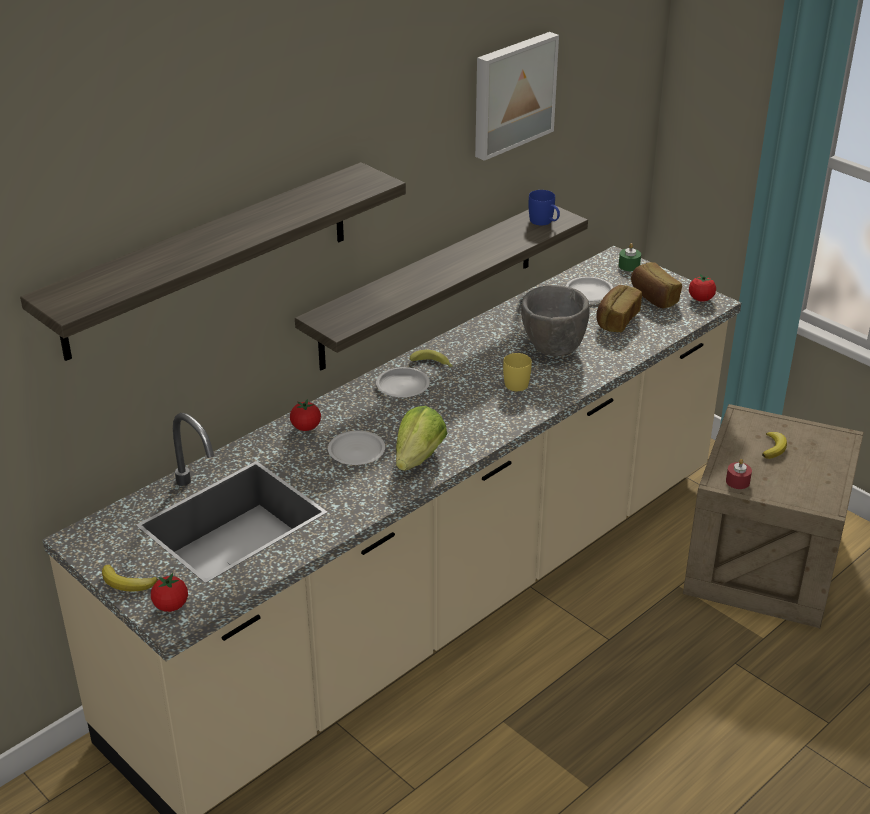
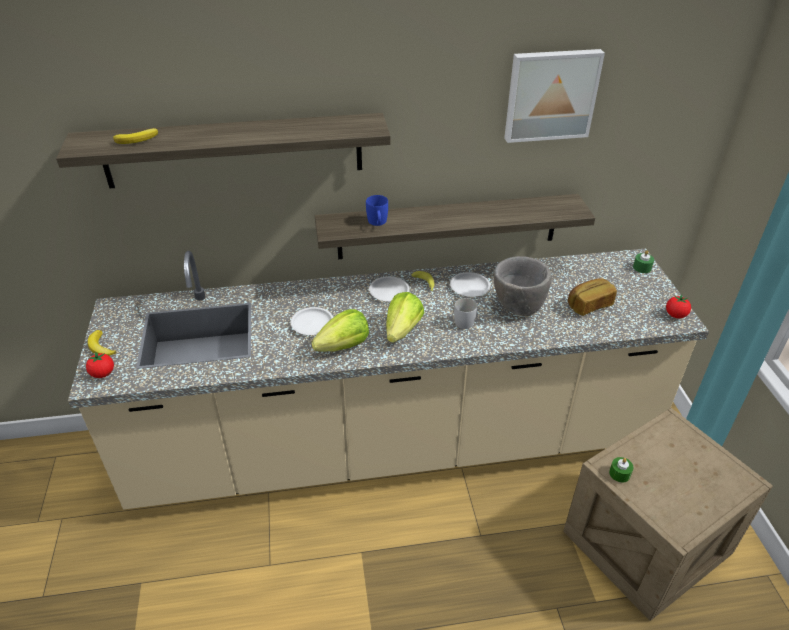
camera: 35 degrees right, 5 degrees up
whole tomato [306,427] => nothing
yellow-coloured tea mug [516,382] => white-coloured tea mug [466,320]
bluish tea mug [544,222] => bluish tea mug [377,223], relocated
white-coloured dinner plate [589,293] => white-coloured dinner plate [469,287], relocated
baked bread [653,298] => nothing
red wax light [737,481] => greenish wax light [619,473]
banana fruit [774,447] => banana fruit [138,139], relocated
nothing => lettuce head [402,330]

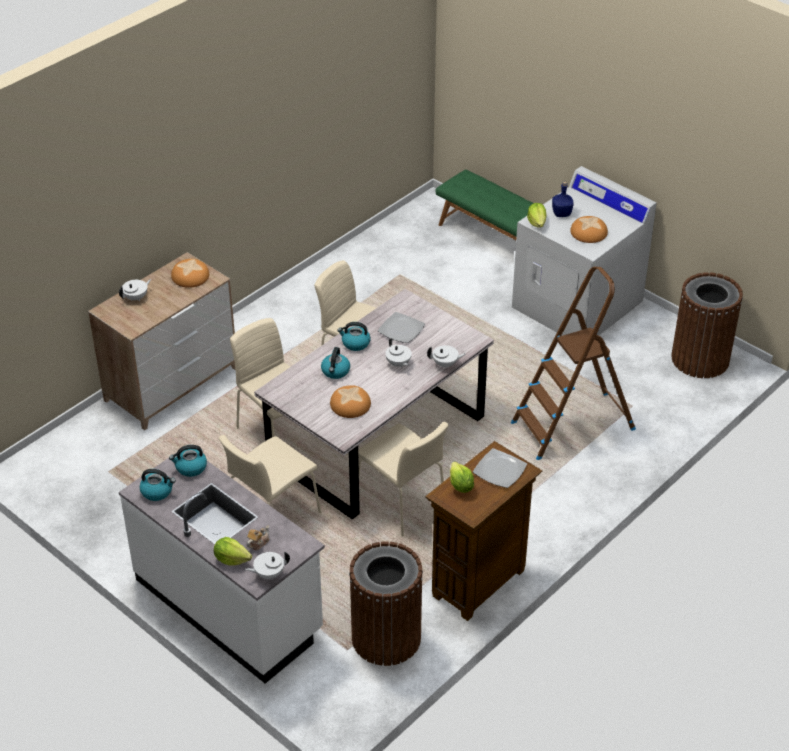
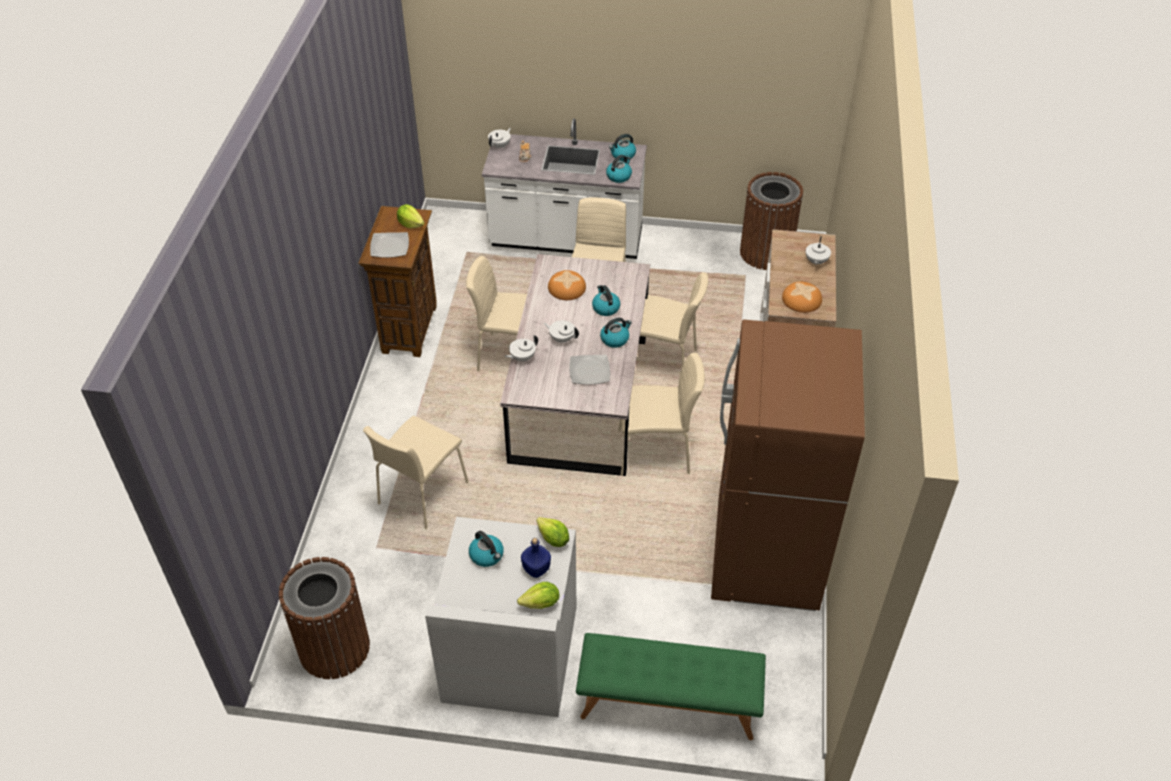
camera: 145 degrees right, 5 degrees up
lettuce head [231,559] => lettuce head [541,604], relocated
brownish rubbish bin [386,637] => brownish rubbish bin [766,253], relocated
brownish stepladder [572,426] => sand-coloured plain chair [421,495]
baked bread [588,233] => water kettle [487,555]
nothing => brownish refrigerator [766,556]

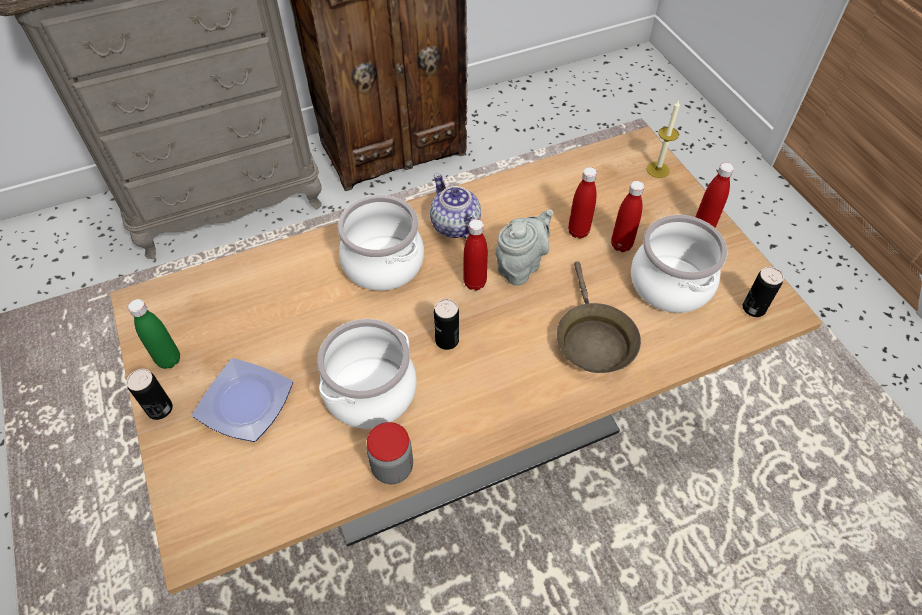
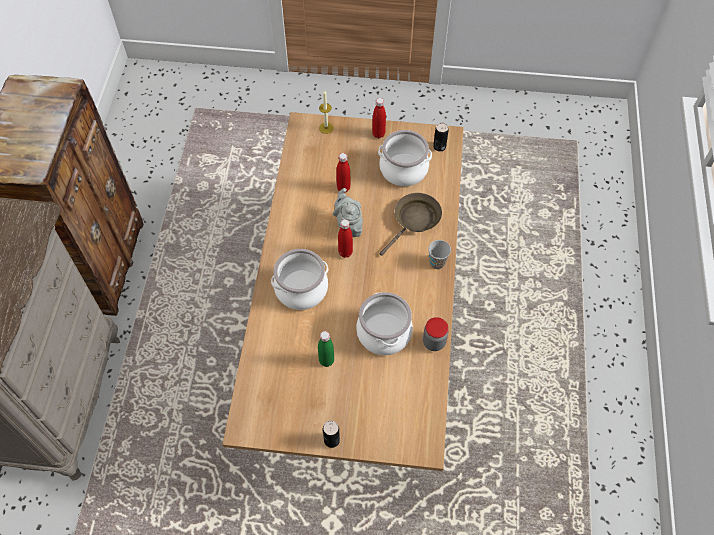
camera: 60 degrees left, 5 degrees up
greenish bottle [169,360] => greenish bottle [326,360], relocated
dinner plate [247,402] => nothing
tea pot [455,226] => nothing
metal can [447,340] => nothing
brownish frying pan [593,339] => brownish frying pan [415,221], 75 degrees counterclockwise
red bottle [621,245] => nothing
nothing => cup [437,263]

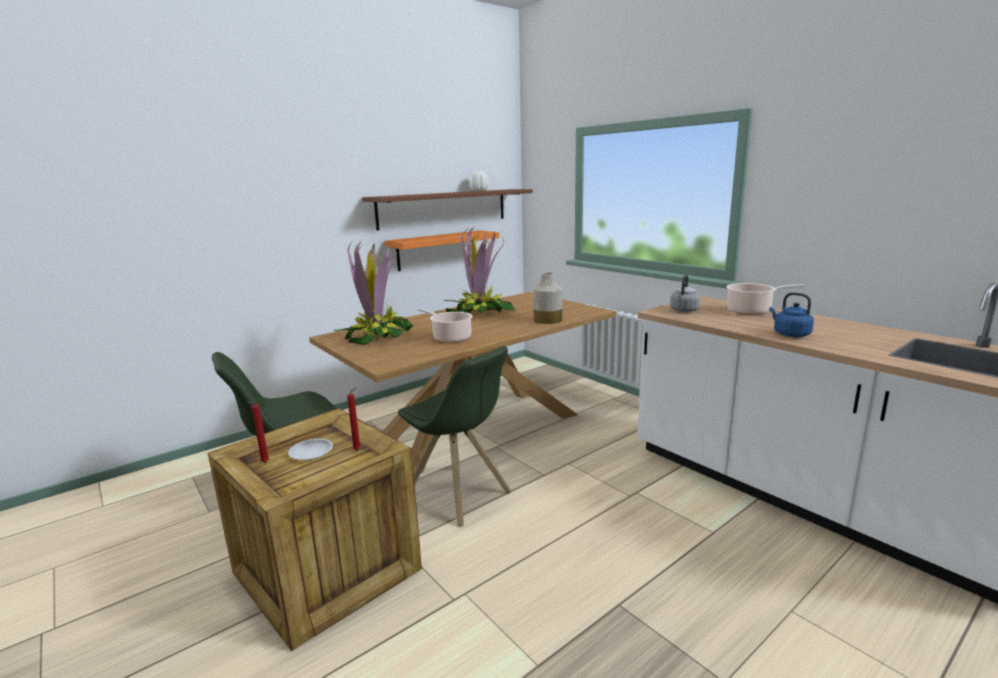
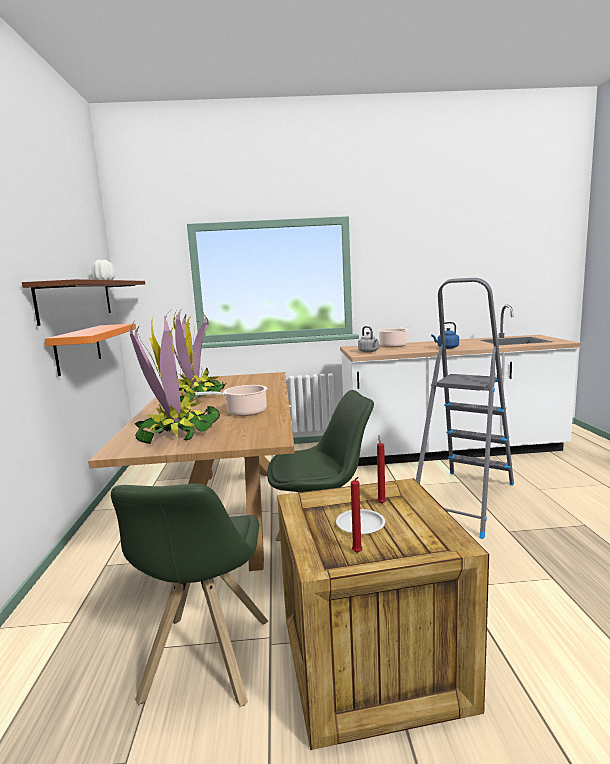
camera: 55 degrees left, 5 degrees down
sand-coloured flower vase [548,319] => nothing
nothing => gray stepladder [465,500]

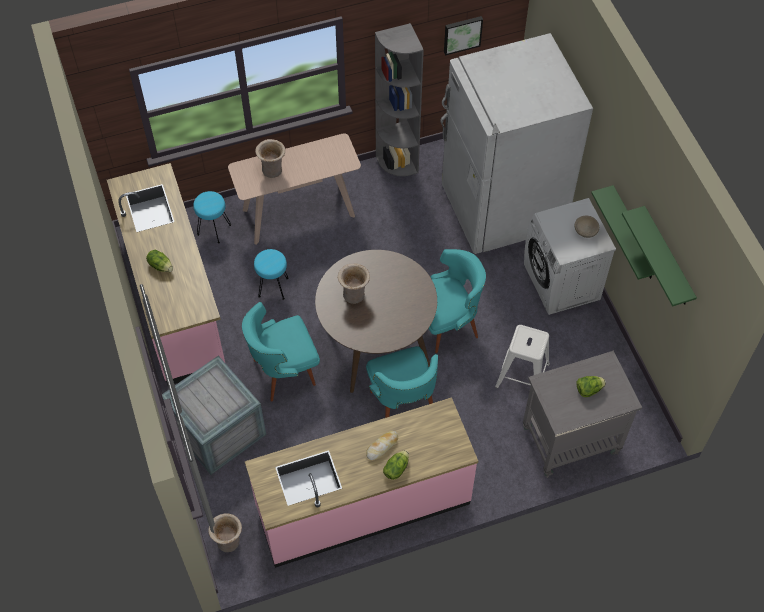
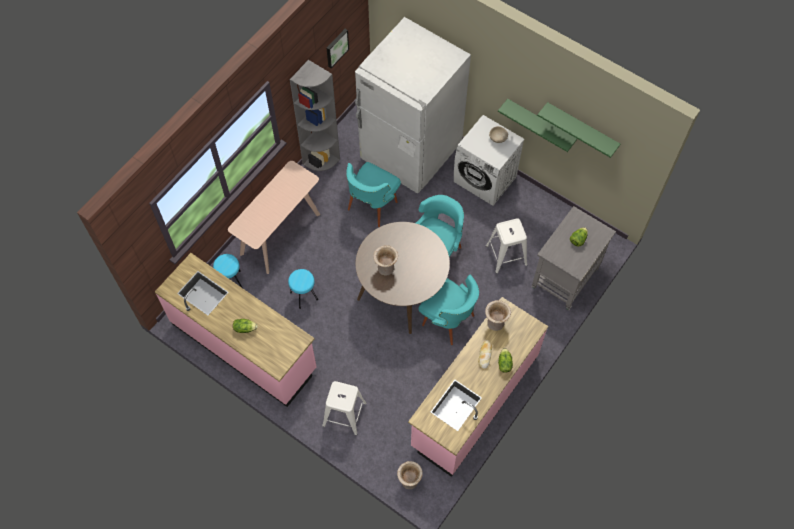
camera: 35 degrees left, 5 degrees up
crate [217,430] => white-coloured stool [344,414]
turquoise-coloured plain chair [285,372] => turquoise-coloured plain chair [373,205], relocated
sand-coloured flower vase [272,170] => sand-coloured flower vase [495,322], relocated

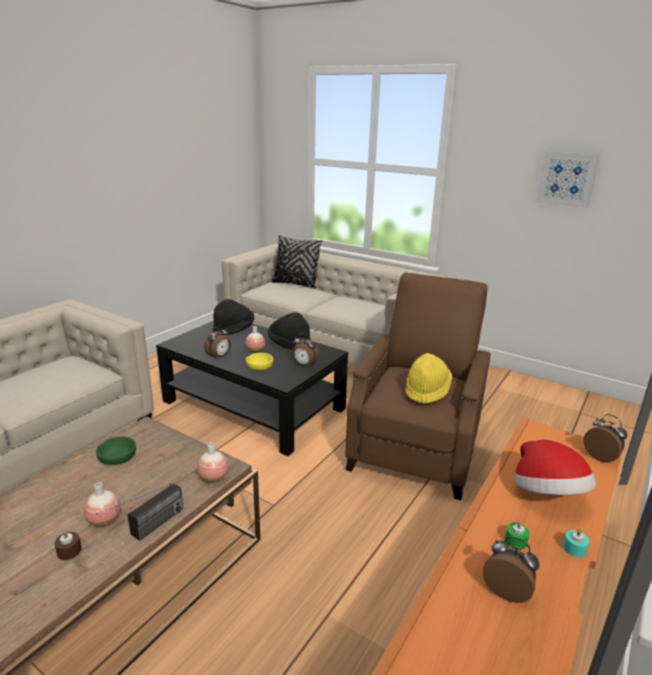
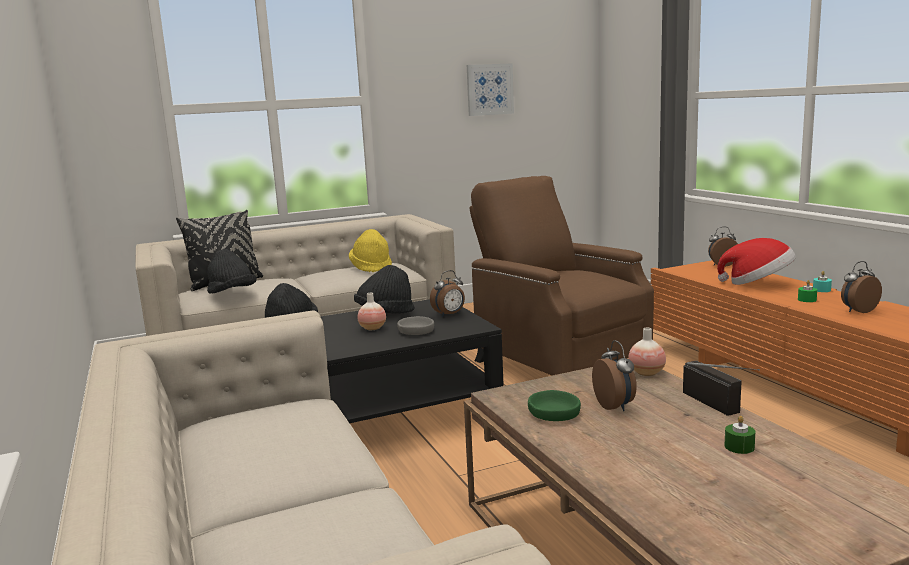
camera: 55 degrees left, 10 degrees down
brownish wax light [69,551] => greenish wax light [739,447]
flower vase [104,519] => nothing
table clock [219,357] => table clock [615,406], relocated
yellow-coloured serving bowl [259,365] => gray serving bowl [416,331]
yellow-coloured clothing hat [427,391] => yellow-coloured clothing hat [371,268], relocated
nothing => blackish clothing hat [232,293]

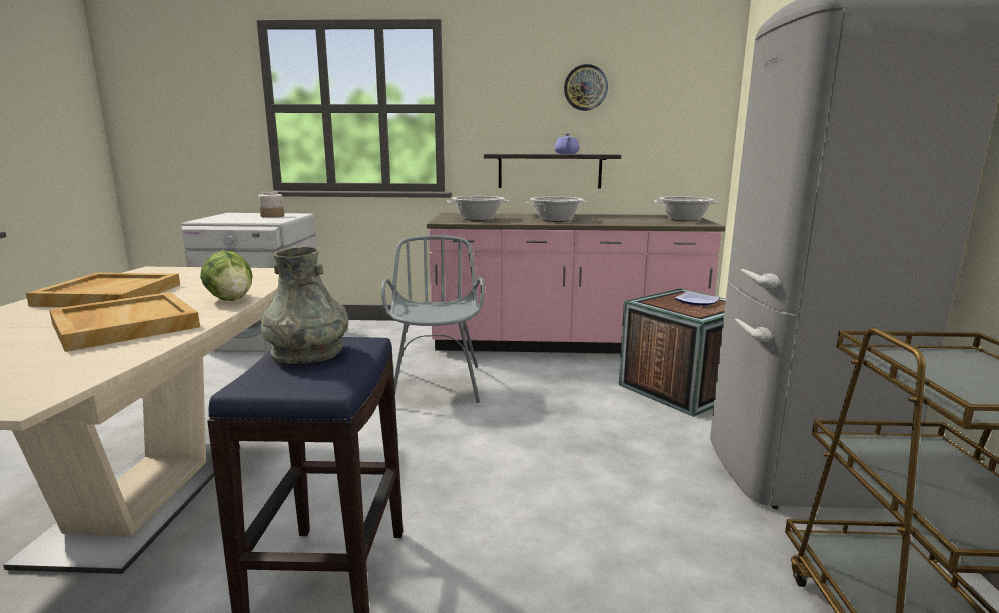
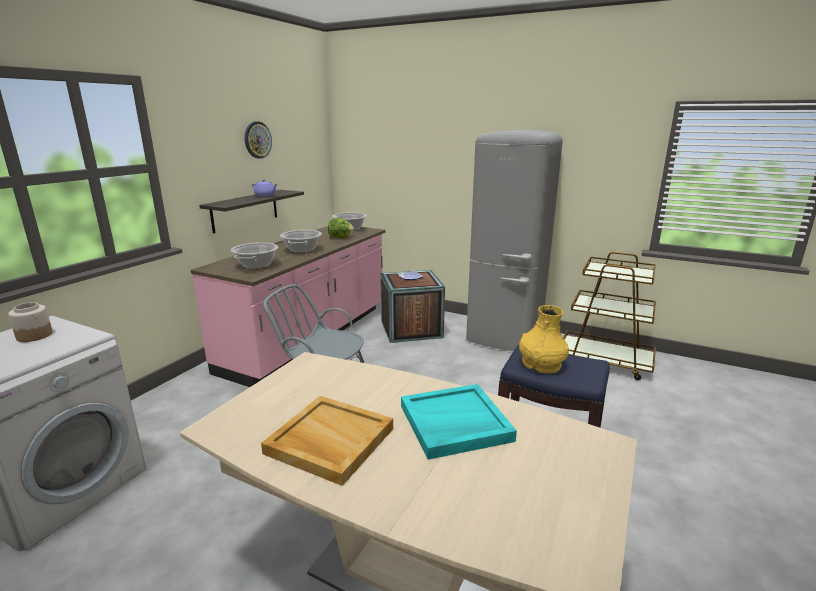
camera: 65 degrees left, 5 degrees up
sand-coloured tray [124,325] => turquoise-coloured tray [454,423]
lettuce head [231,299] => lettuce head [340,238], relocated
gray flower vase [307,352] => yellow-coloured flower vase [541,364]

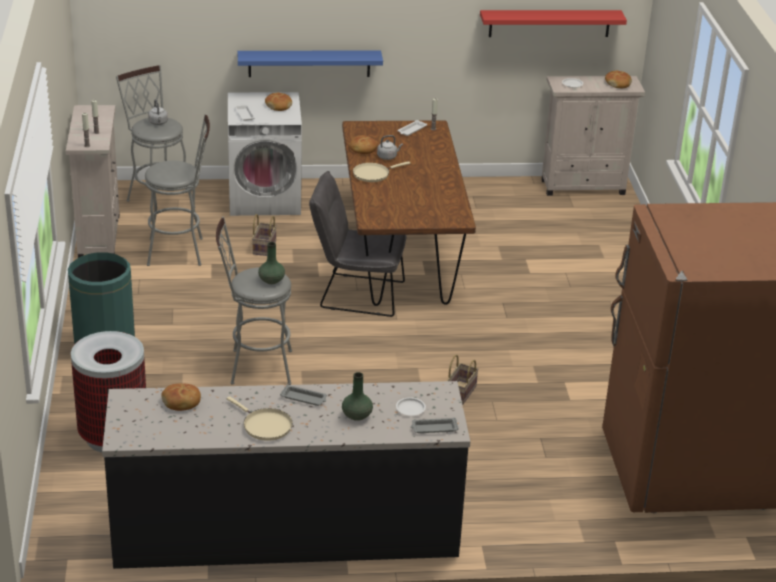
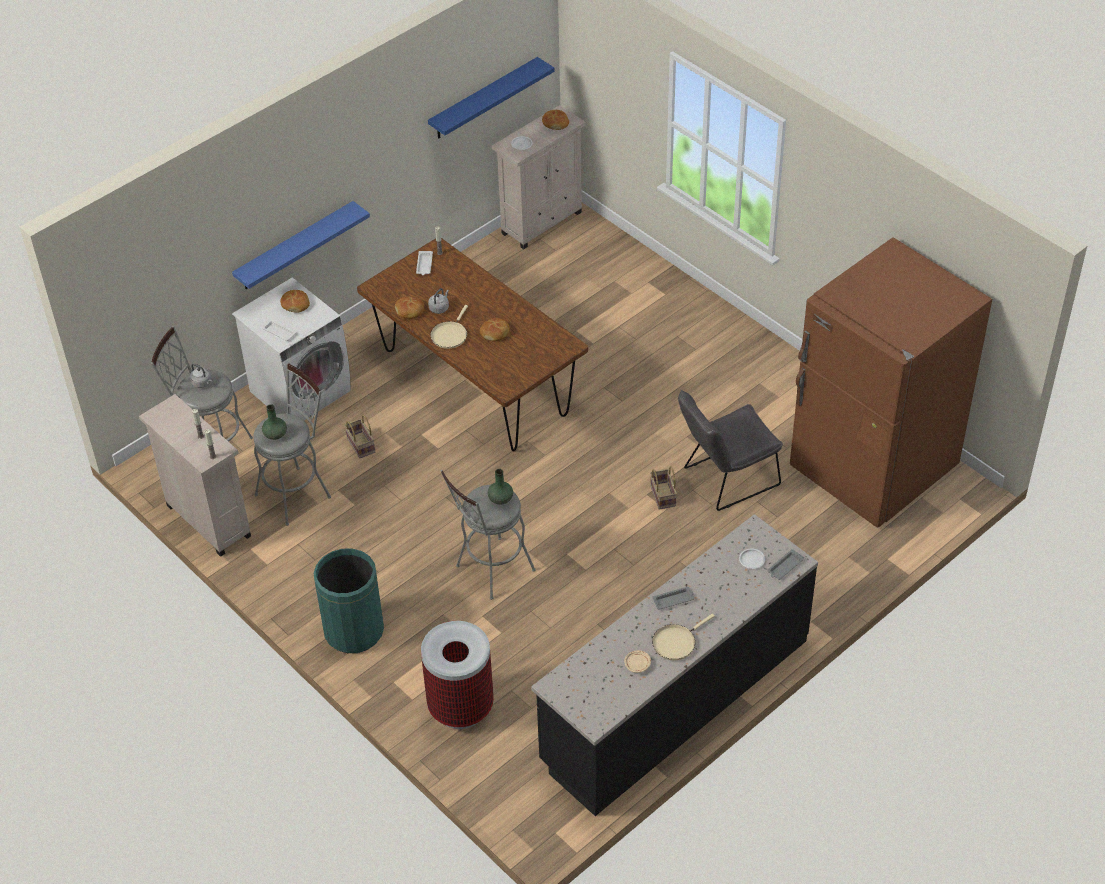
camera: 35 degrees left, 15 degrees up
baked bread [181,402] => baked bread [495,333], relocated
sand-coloured frying pan [265,426] => sand-coloured frying pan [676,642], 135 degrees clockwise
gray plain chair [355,294] => gray plain chair [725,479], relocated
greenish flower vase [357,415] => greenish flower vase [275,434], relocated
red wall shelf [549,23] => bluish wall shelf [484,99]
nothing => sand-coloured dinner plate [637,664]

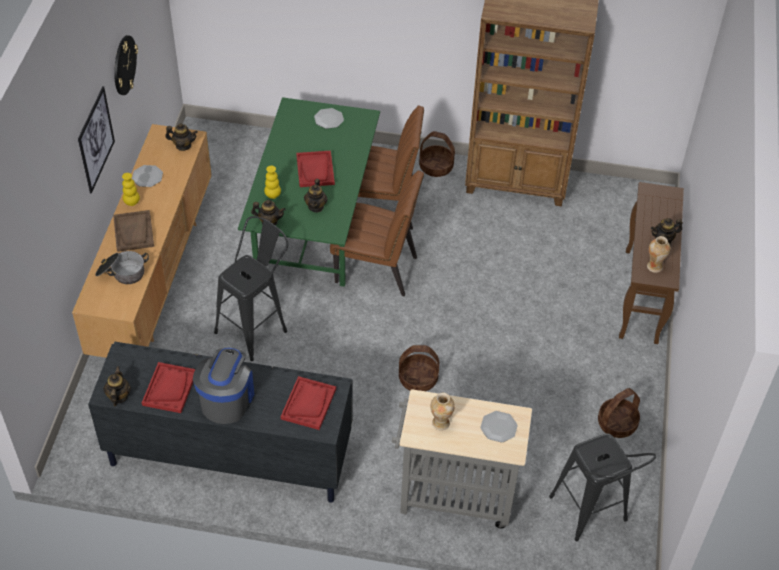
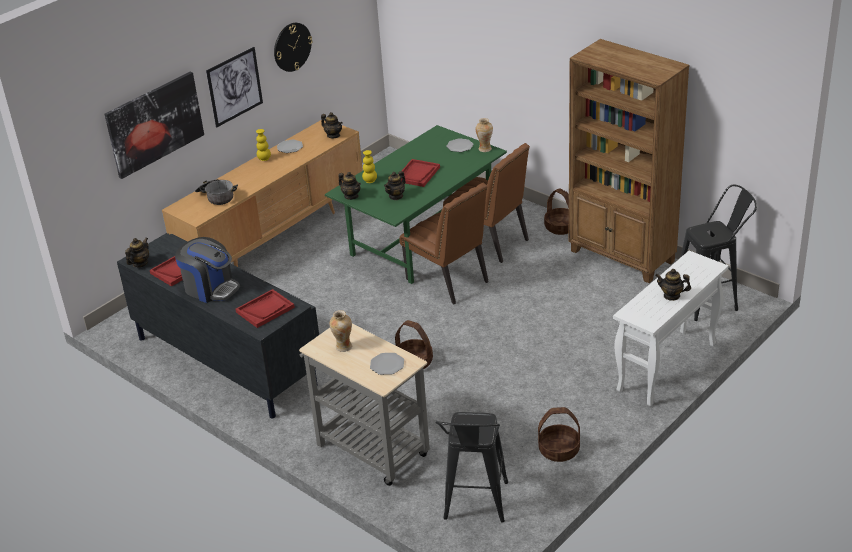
camera: 35 degrees right, 15 degrees down
brownish tray [134,232] => nothing
coffee brewer [227,399] => coffee brewer [210,288], 75 degrees clockwise
blackish stool [256,327] => blackish stool [711,300], relocated
brownish hall table [641,297] => white-coloured hall table [666,368]
flower vase [654,266] => flower vase [485,149], relocated
nothing => wall art [154,124]

